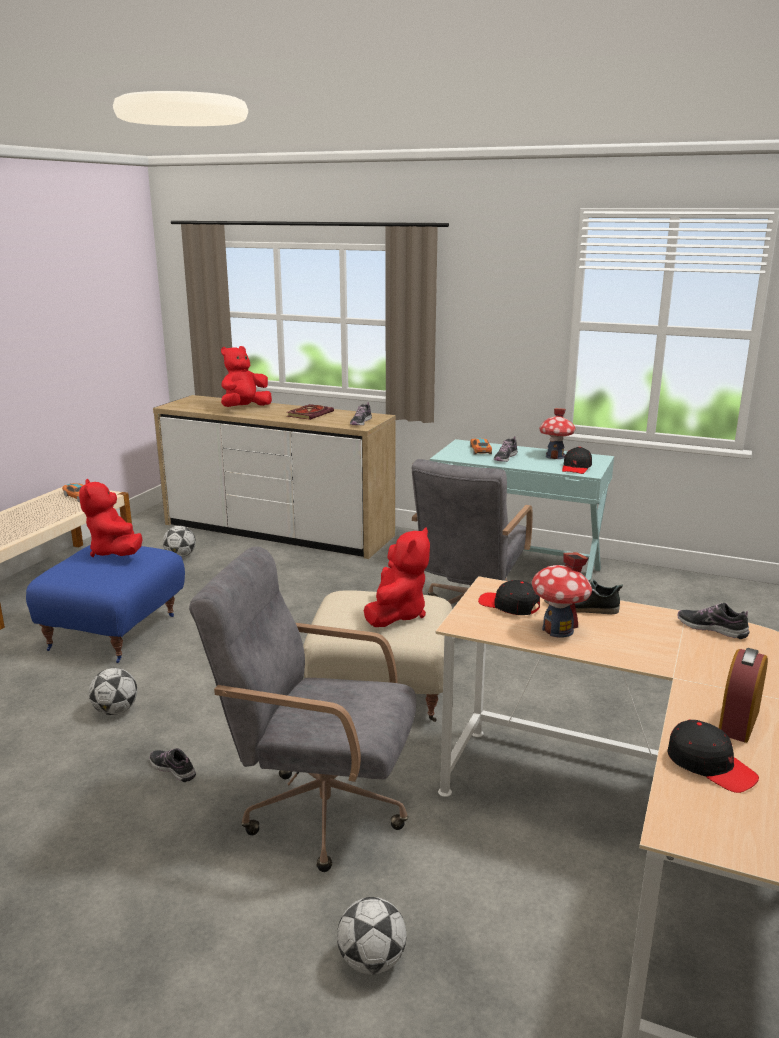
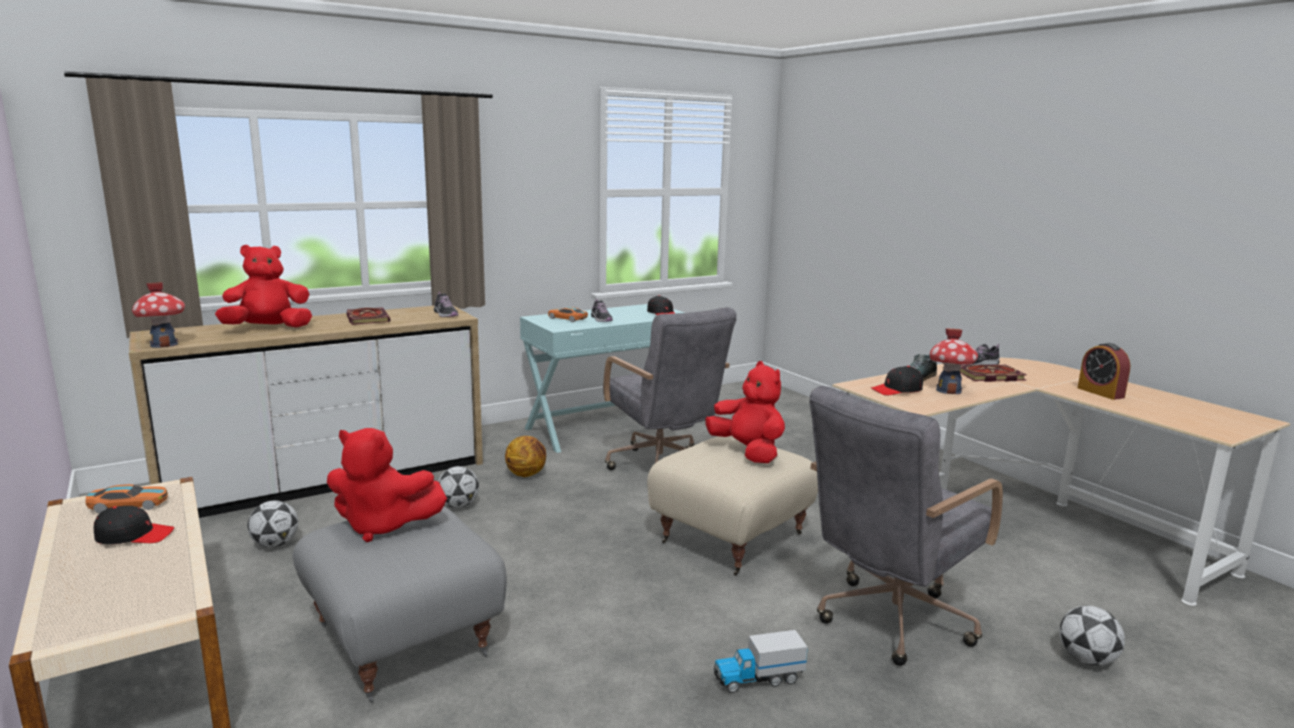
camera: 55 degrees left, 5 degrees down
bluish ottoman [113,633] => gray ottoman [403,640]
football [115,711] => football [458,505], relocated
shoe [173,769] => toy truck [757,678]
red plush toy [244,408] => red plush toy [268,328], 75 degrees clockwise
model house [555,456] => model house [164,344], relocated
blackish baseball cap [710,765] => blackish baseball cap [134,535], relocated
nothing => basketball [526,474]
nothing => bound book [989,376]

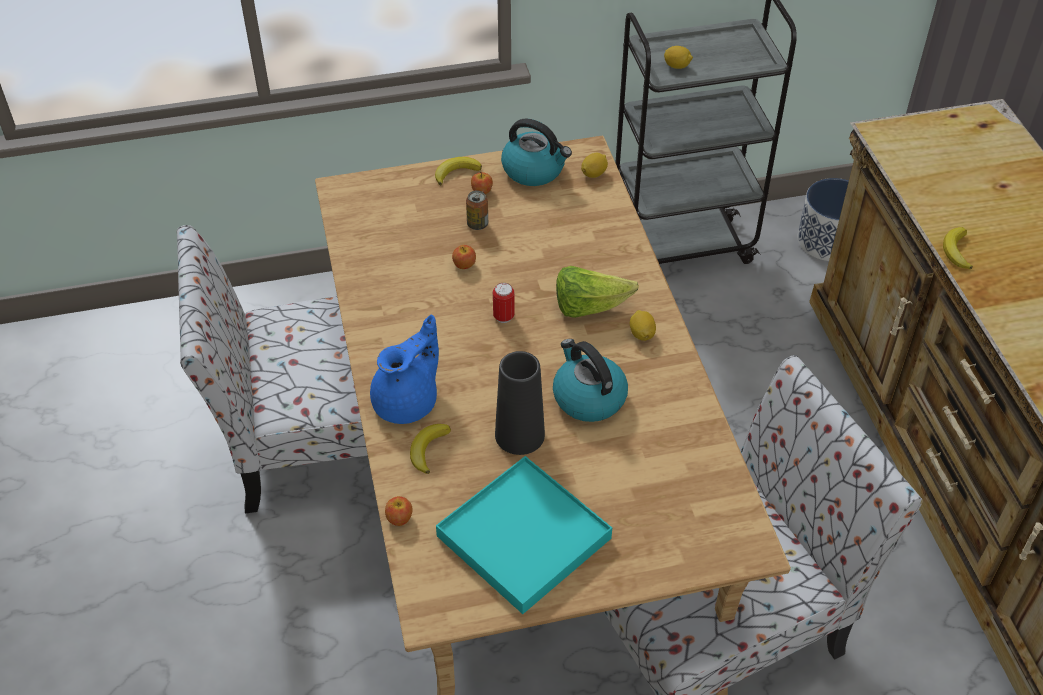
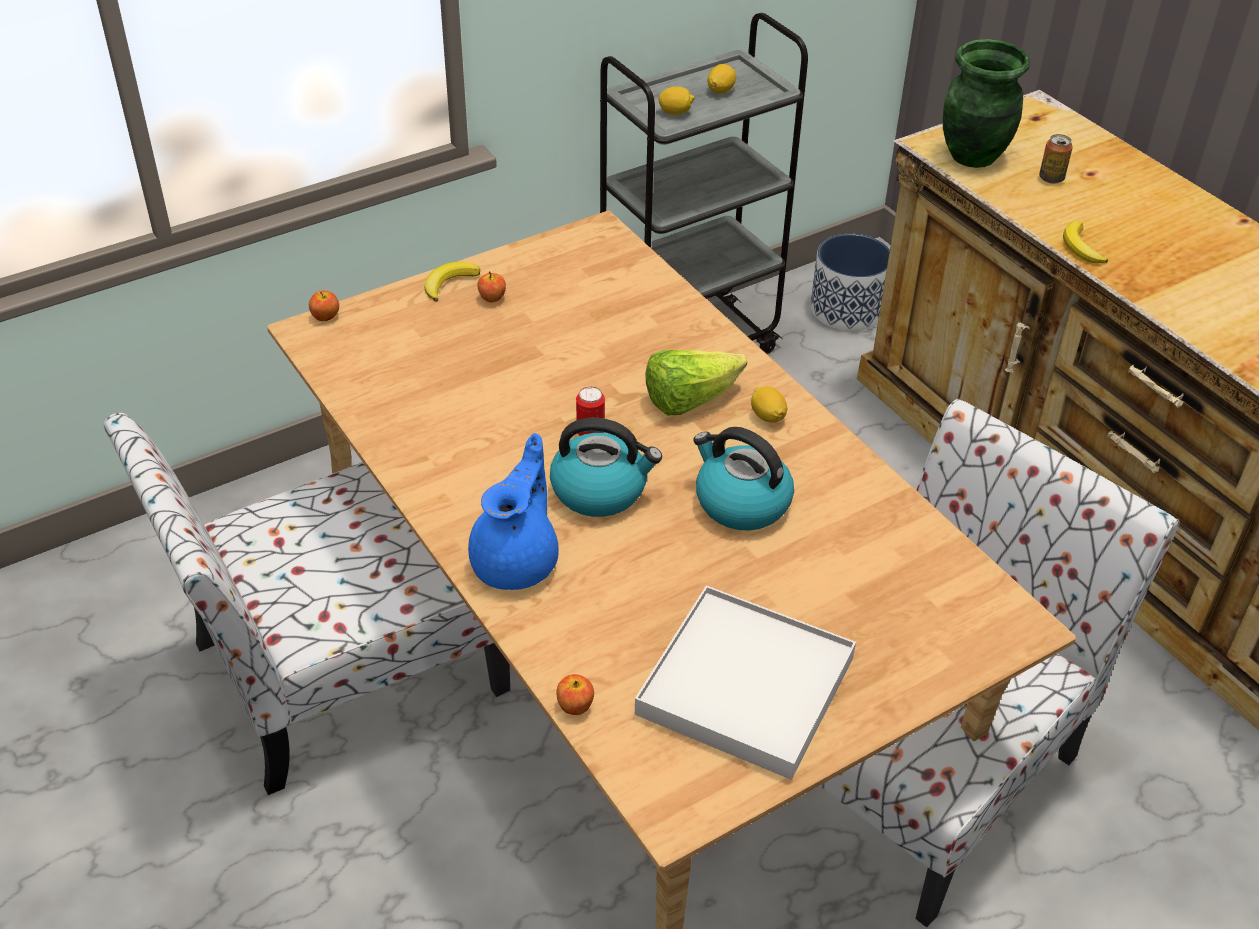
camera: 20 degrees left, 5 degrees down
banana fruit [428,449] => nothing
turquoise-coloured tray [524,538] => white-coloured tray [746,686]
apple fruit [464,265] => apple fruit [325,316], relocated
metal can [477,224] => metal can [1051,178], relocated
blackish flower vase [519,435] => nothing
water kettle [534,170] => water kettle [601,490], relocated
whole lemon [594,173] => whole lemon [720,90], relocated
nothing => greenish flower vase [972,156]

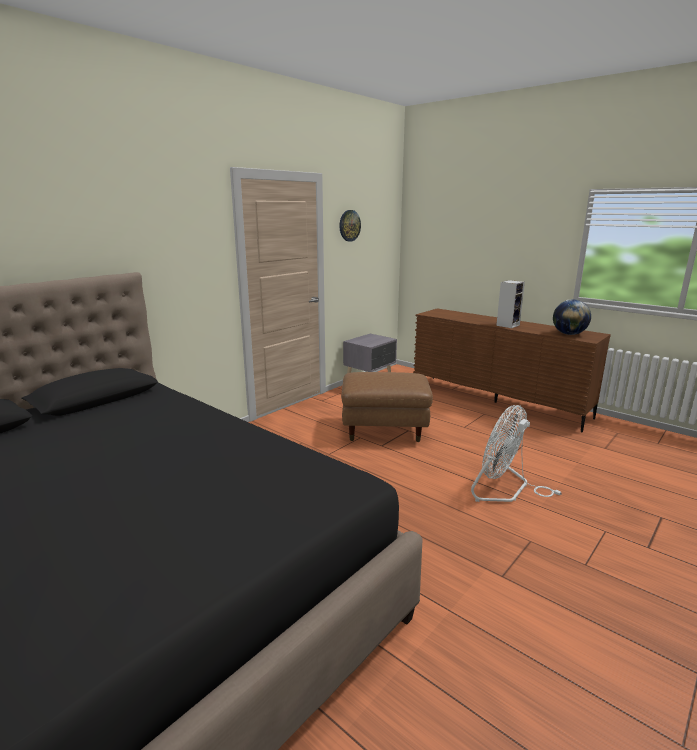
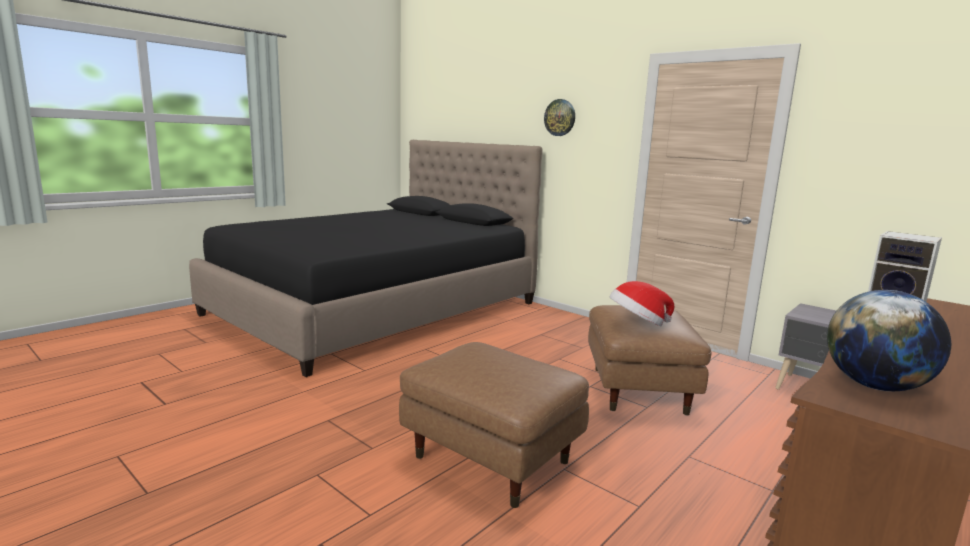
camera: 90 degrees right, 5 degrees down
clock on the wall [349,225] => clock on the wall [560,117], relocated
white-coloured electric fan [509,487] => brownish ottoman [490,459]
nothing => clothing hat [637,323]

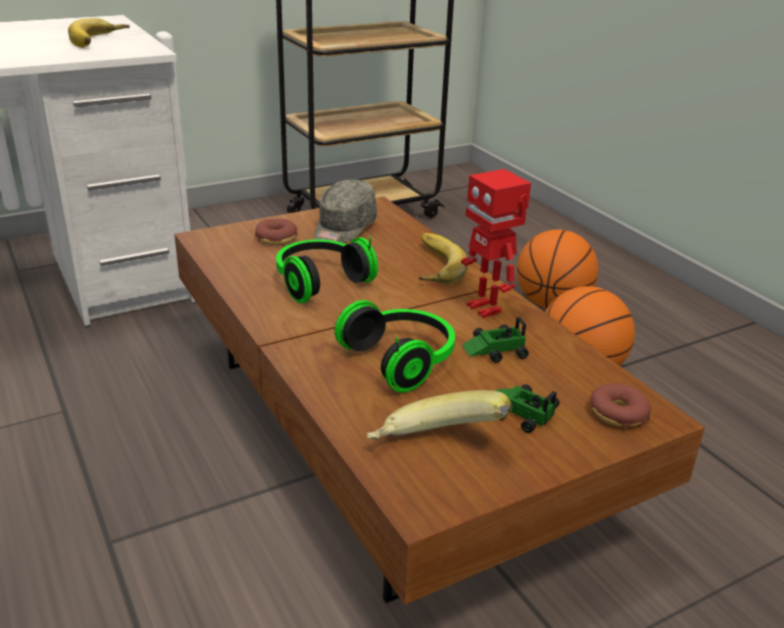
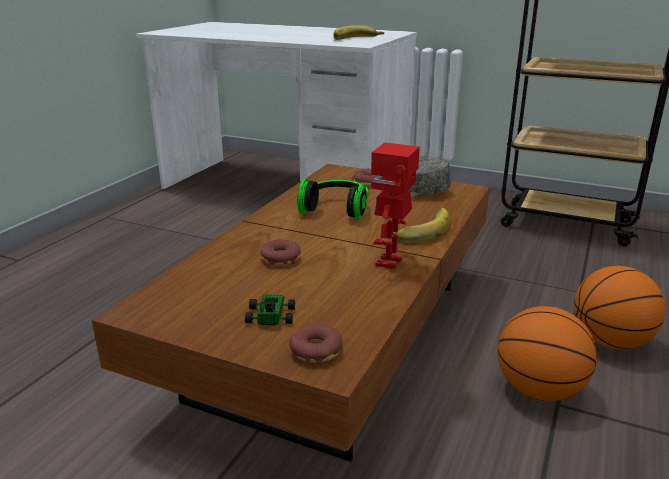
camera: 55 degrees right, 5 degrees down
pair of headphones [402,360] => ring doughnut [280,259]
banana fruit [435,448] => nothing
toy car [493,348] => nothing

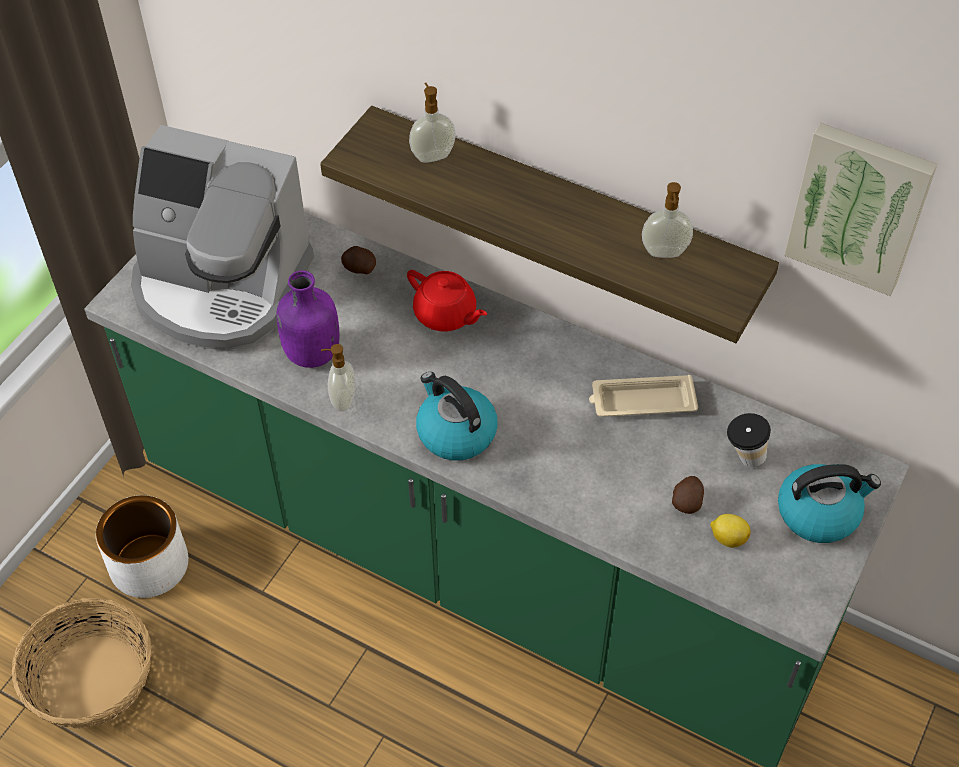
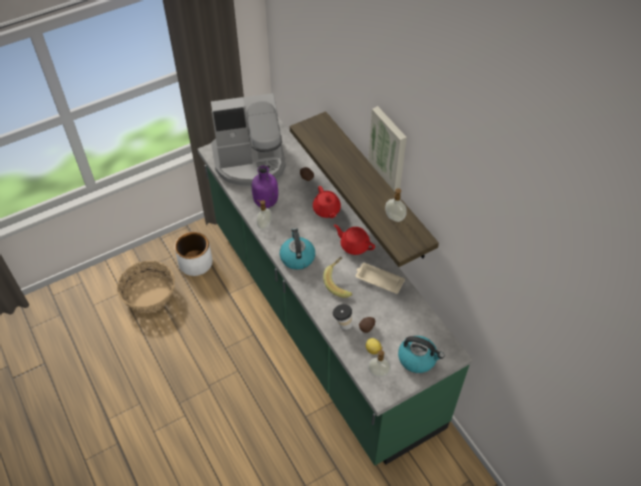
camera: 30 degrees right, 0 degrees up
coffee brewer [220,287] => coffee brewer [250,162], 60 degrees counterclockwise
liquid soap bottle [432,155] => liquid soap bottle [378,372], relocated
cup [743,458] => cup [342,324], relocated
wall art [859,206] => wall art [389,148], relocated
nothing => banana fruit [340,282]
nothing => red tea pot [354,245]

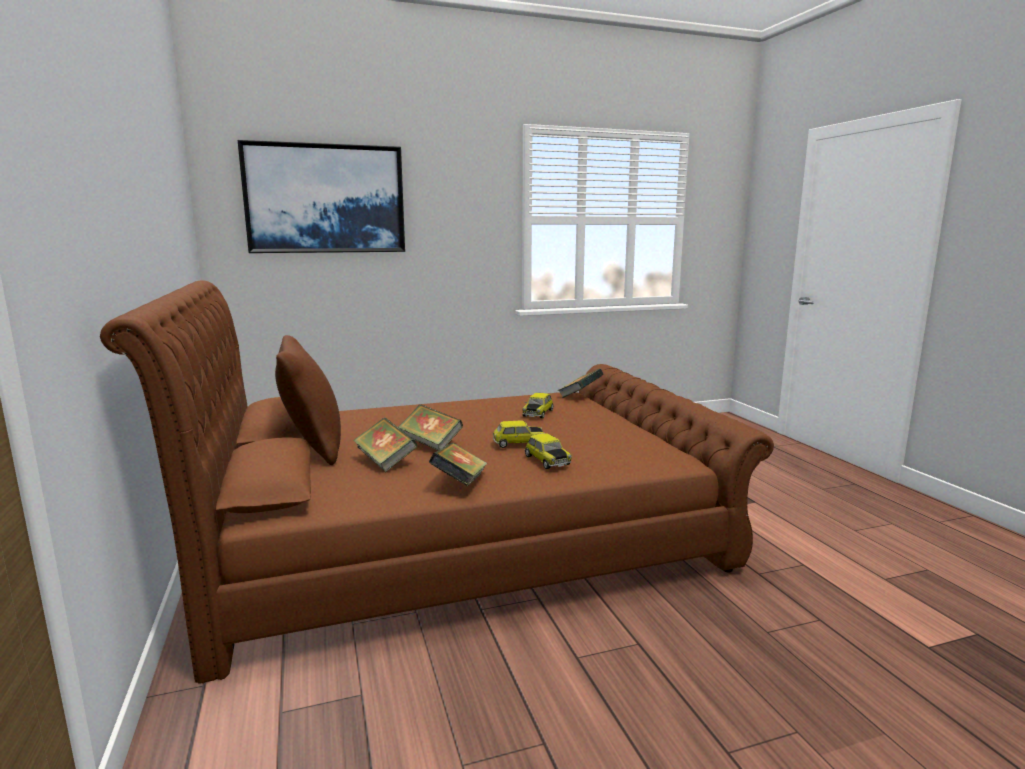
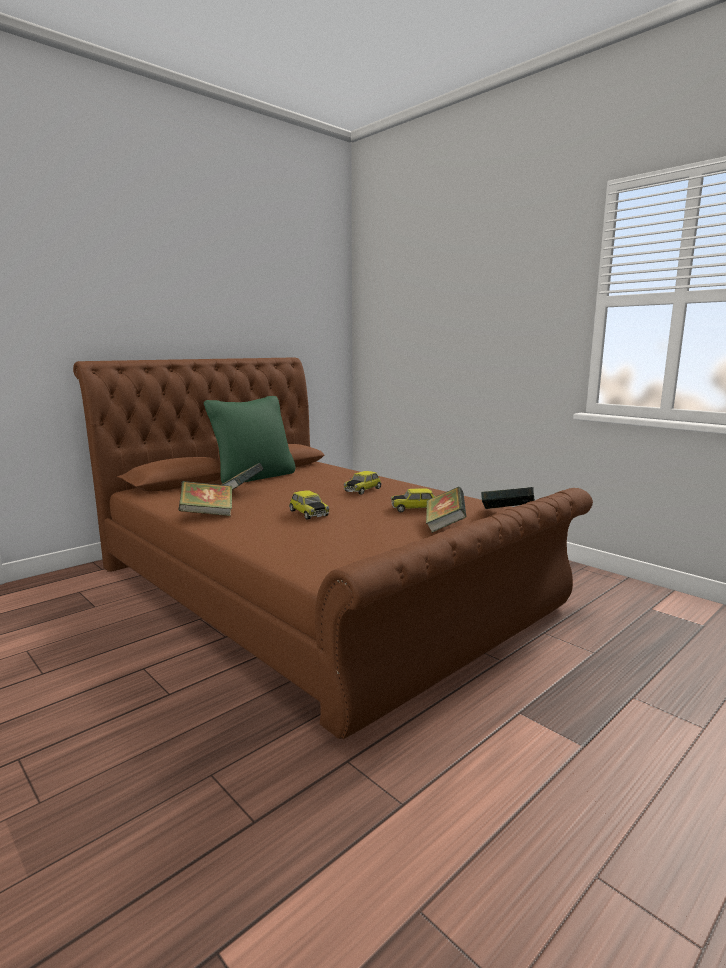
camera: 65 degrees right, 0 degrees up
wall art [325,199] => nothing
brownish pillow [312,448] => greenish pillow [254,477]
bound book [430,444] => bound book [444,525], relocated
toy car [546,460] => toy car [362,490], relocated

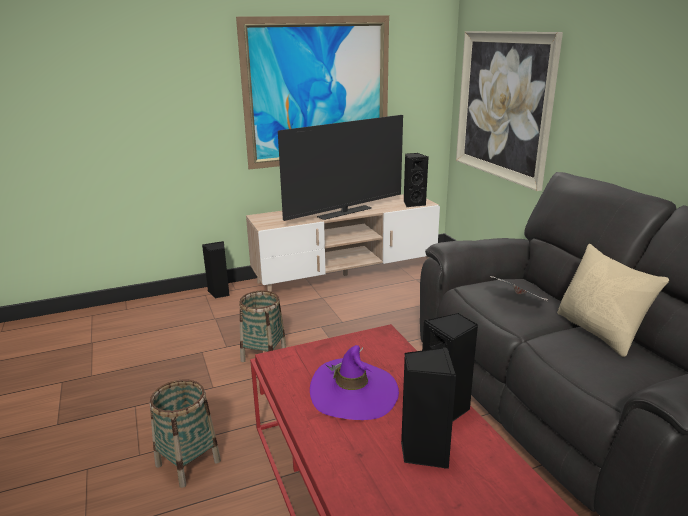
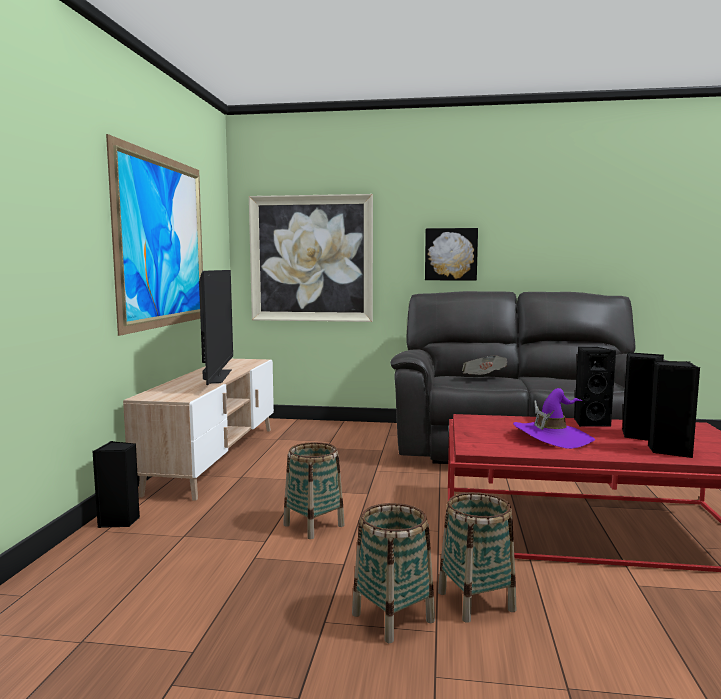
camera: 60 degrees left, 15 degrees down
blackish speaker [413,203] => blackish speaker [669,450], relocated
sand-coloured pillow [599,332] => nothing
nothing => household basket [392,617]
nothing => wall art [451,254]

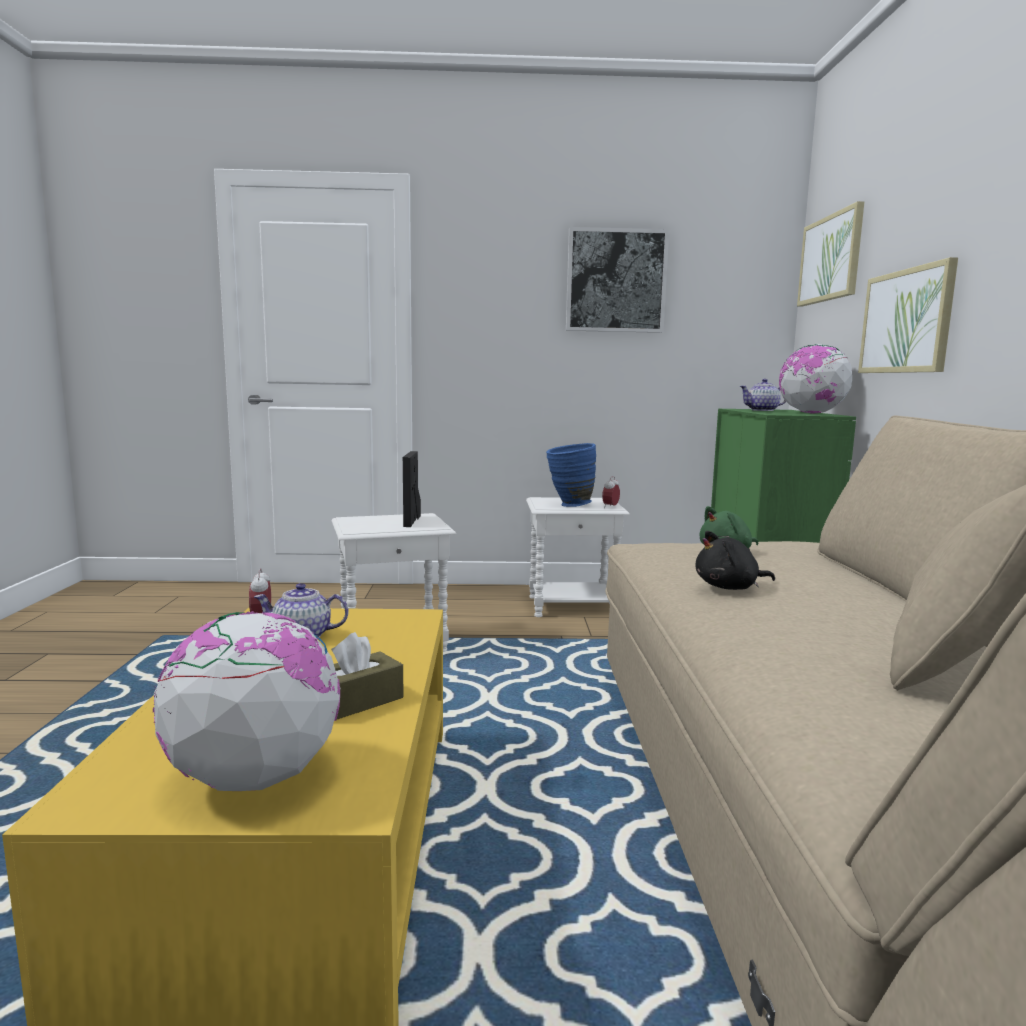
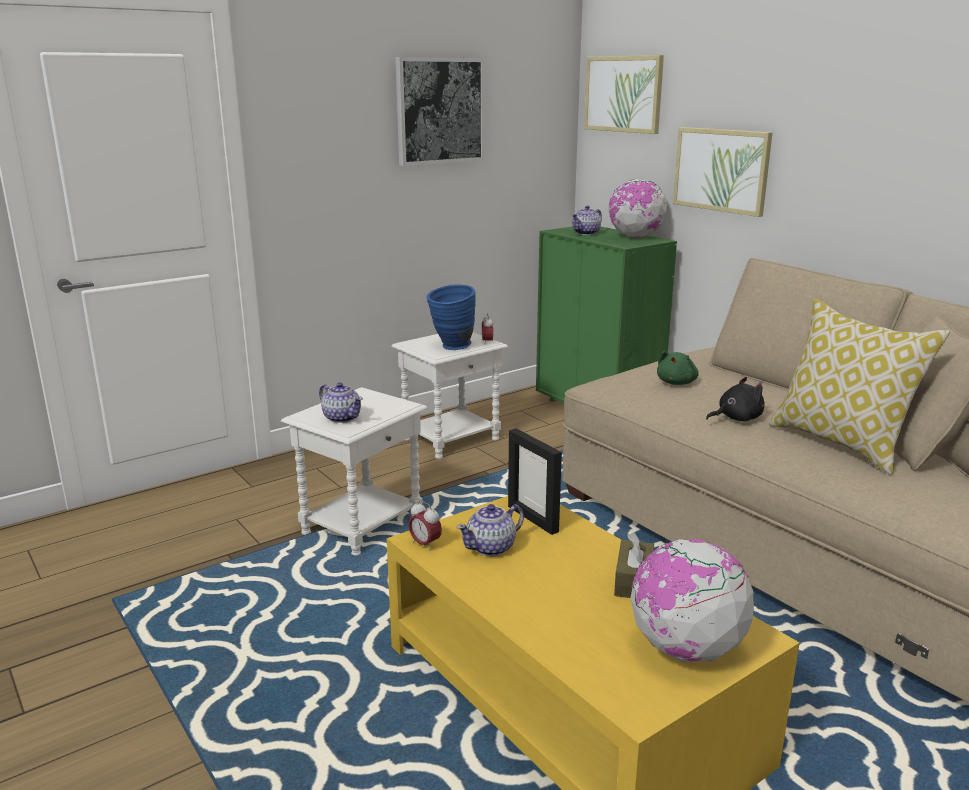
camera: 35 degrees left, 10 degrees up
picture frame [412,521] => picture frame [534,518], relocated
blackish plush toy [730,587] => blackish plush toy [736,418], 150 degrees counterclockwise
nothing => tea pot [342,418]
nothing => pillow [841,443]

